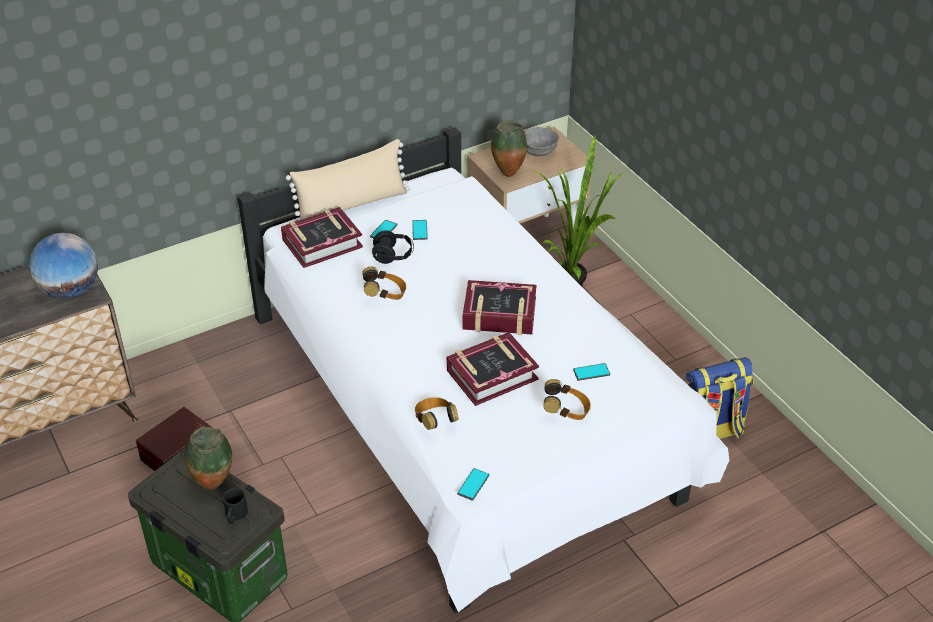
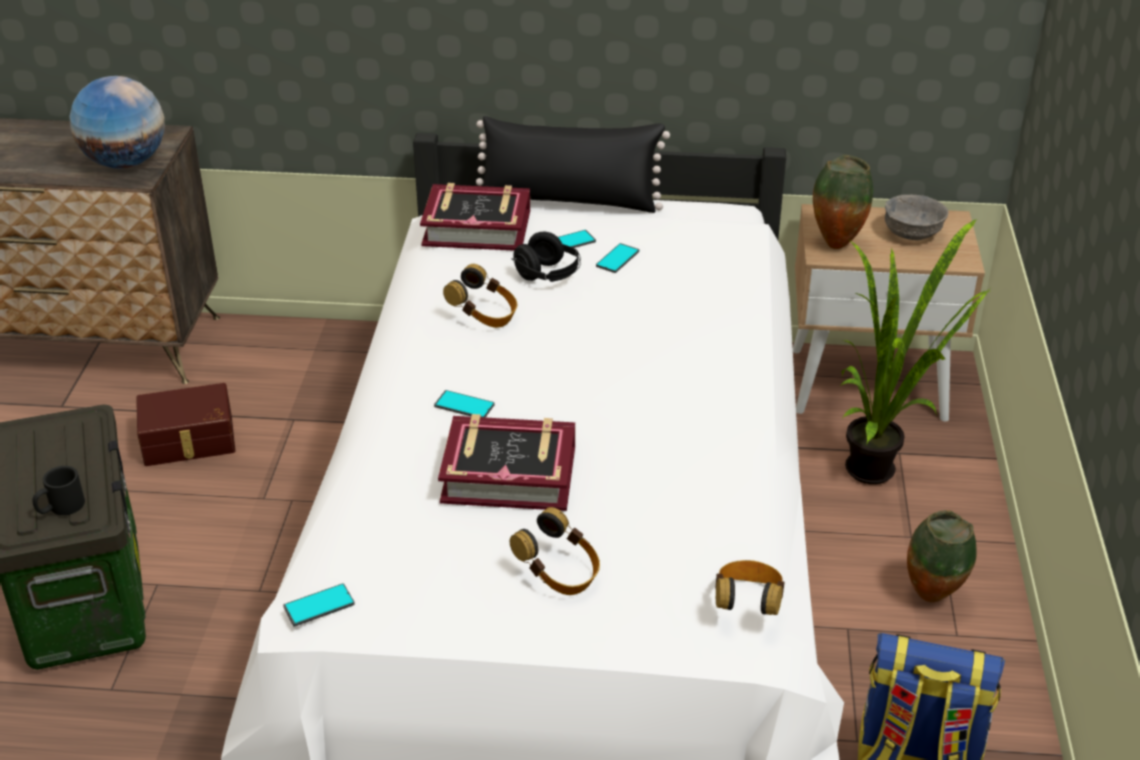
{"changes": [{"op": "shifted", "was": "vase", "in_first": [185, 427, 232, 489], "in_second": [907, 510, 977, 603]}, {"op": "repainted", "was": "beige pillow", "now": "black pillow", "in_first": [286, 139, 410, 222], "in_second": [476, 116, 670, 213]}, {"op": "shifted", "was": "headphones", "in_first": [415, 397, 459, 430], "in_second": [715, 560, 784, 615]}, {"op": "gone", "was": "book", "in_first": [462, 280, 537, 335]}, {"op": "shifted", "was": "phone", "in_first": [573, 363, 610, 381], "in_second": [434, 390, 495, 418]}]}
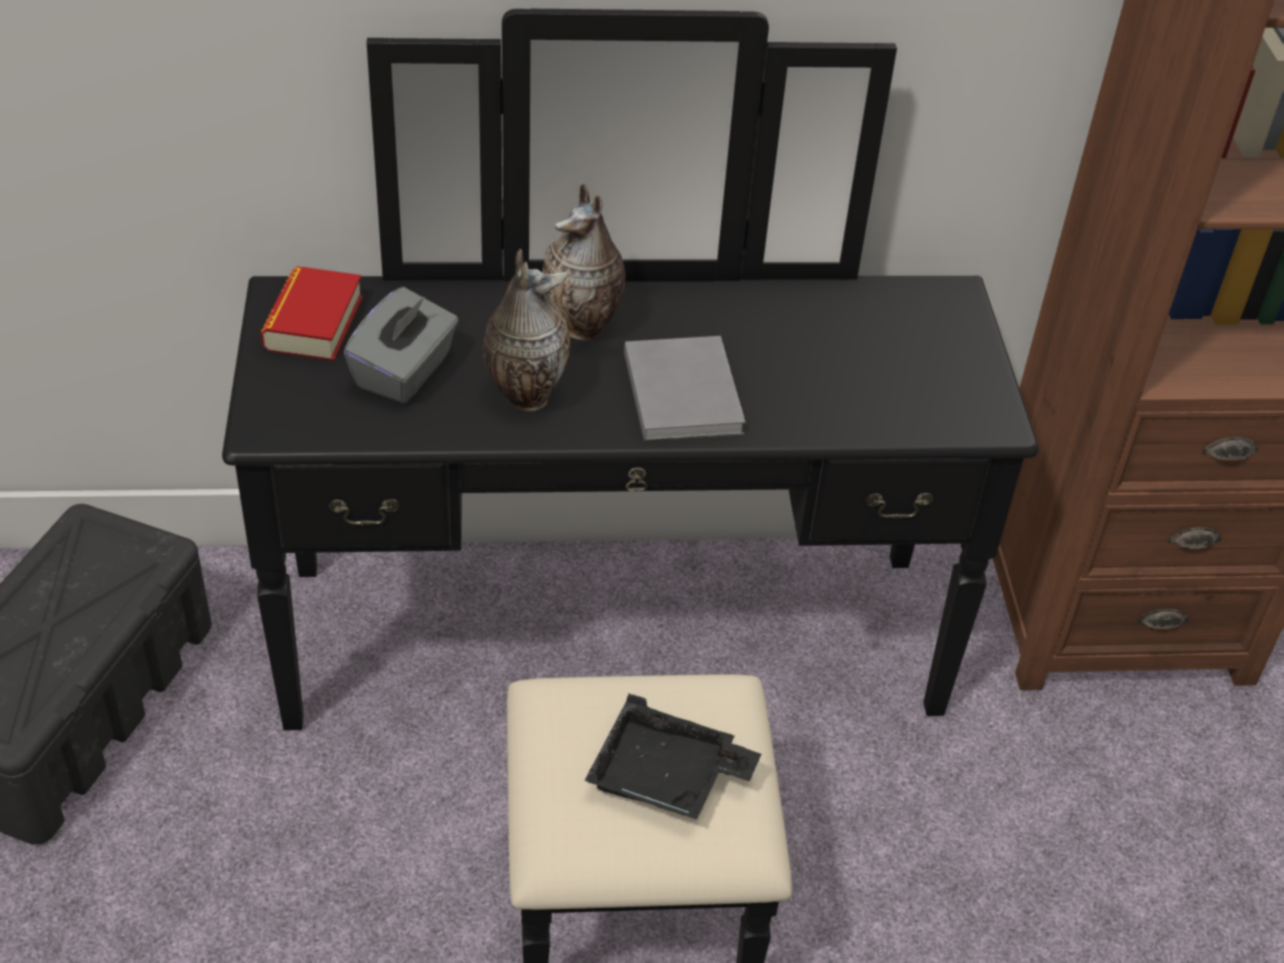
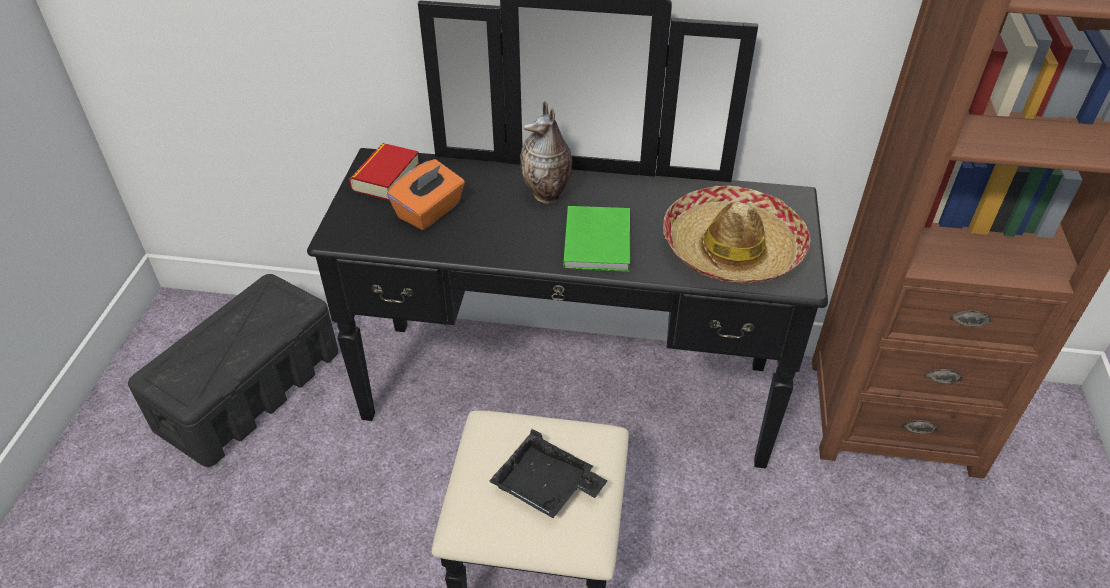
{"changes": [{"op": "repainted", "was": "grey tissue box", "now": "orange tissue box", "in_first": [344, 287, 459, 404], "in_second": [387, 159, 465, 230]}, {"op": "gone", "was": "vase", "in_first": [483, 249, 570, 411]}, {"op": "repainted", "was": "grey book", "now": "green book", "in_first": [624, 336, 746, 442], "in_second": [563, 206, 630, 272]}, {"op": "new", "now": "hat", "in_second": [663, 186, 810, 283]}]}
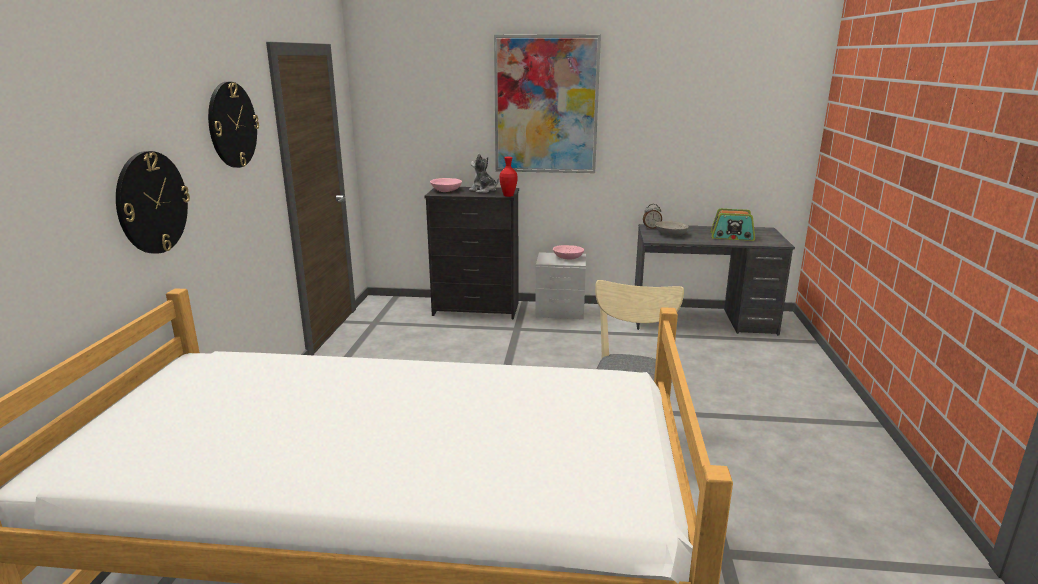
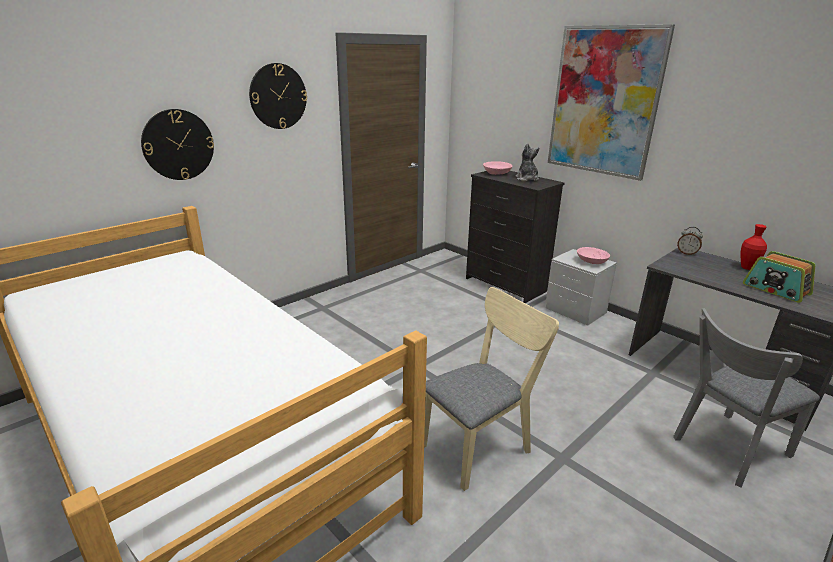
{"changes": [{"op": "shifted", "was": "red vase", "in_first": [499, 157, 518, 197], "in_second": [741, 224, 767, 270]}, {"op": "gone", "was": "grey bowl", "in_first": [655, 221, 689, 236]}, {"op": "new", "now": "grey chair", "in_second": [673, 308, 820, 488]}]}
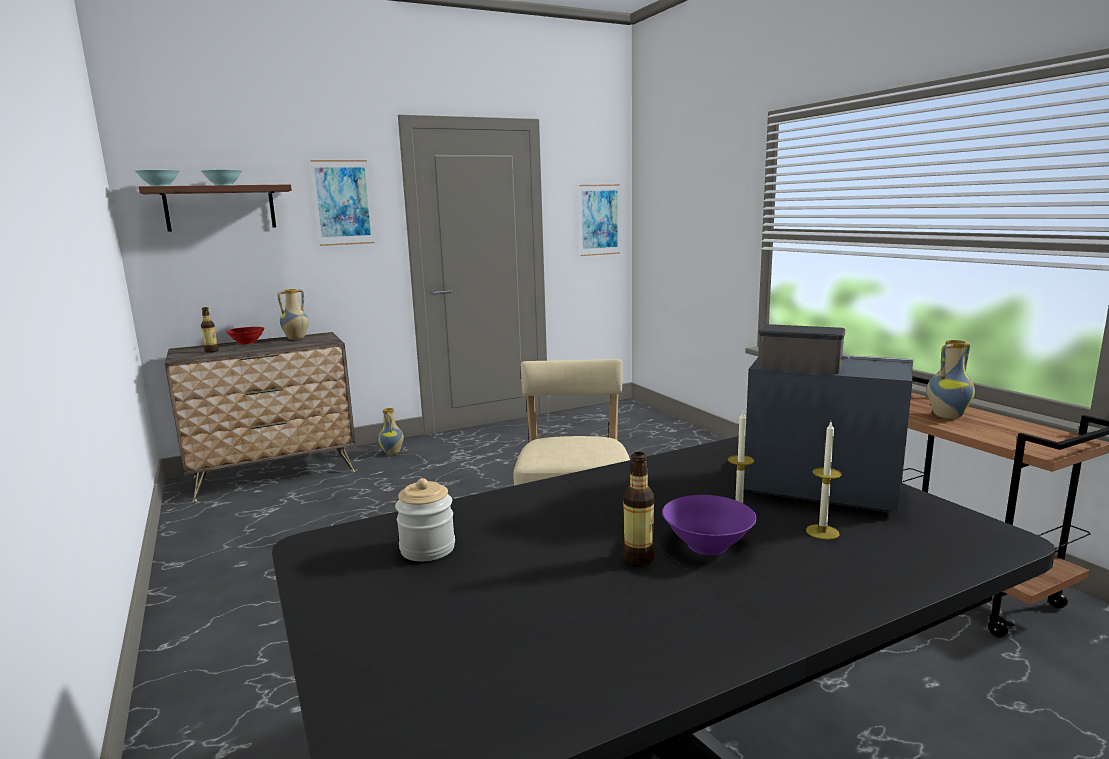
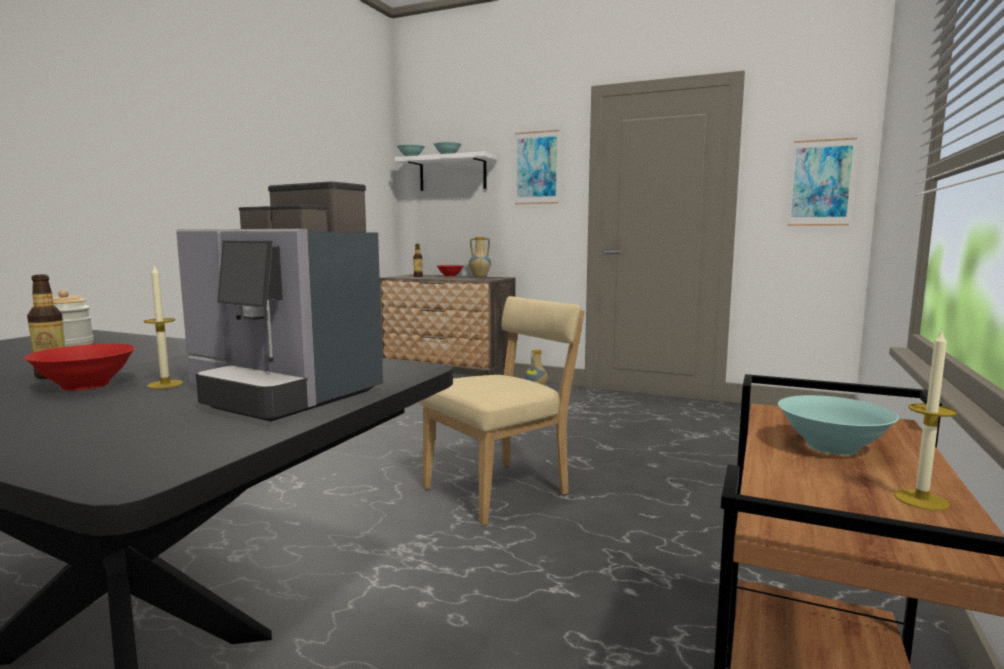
{"changes": [{"op": "repainted", "was": "brown shelf", "now": "white shelf", "in_first": [139, 184, 292, 232], "in_second": [395, 152, 497, 191]}, {"op": "repainted", "was": "purple bowl", "now": "red bowl", "in_first": [662, 495, 757, 555], "in_second": [24, 344, 135, 390]}, {"op": "rotated", "was": "coffee machine", "in_first": [744, 324, 913, 512], "in_second": [176, 182, 383, 422], "clockwise": 135}, {"op": "shifted", "was": "candle", "in_first": [806, 422, 842, 540], "in_second": [894, 331, 957, 510]}, {"op": "swapped", "was": "vase", "now": "turquoise bowl", "in_first": [927, 340, 975, 419], "in_second": [778, 395, 899, 455]}]}
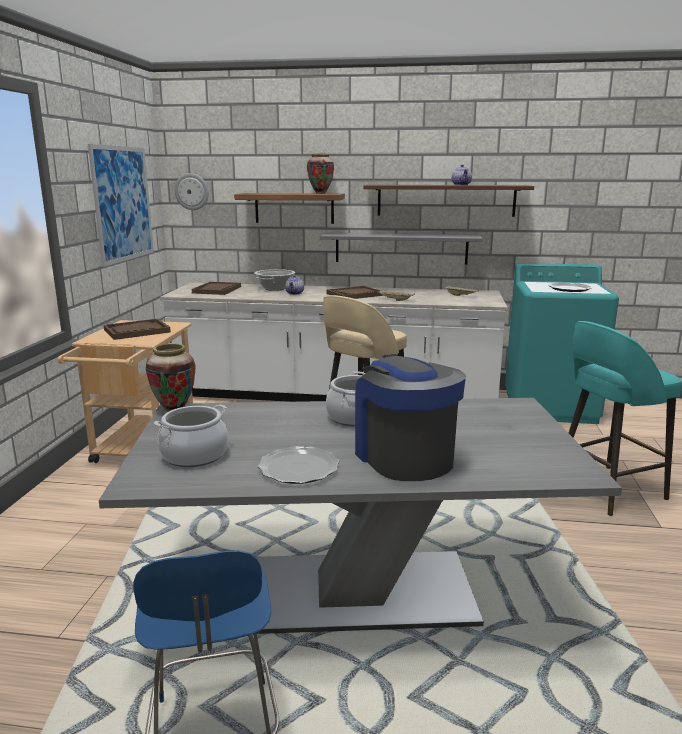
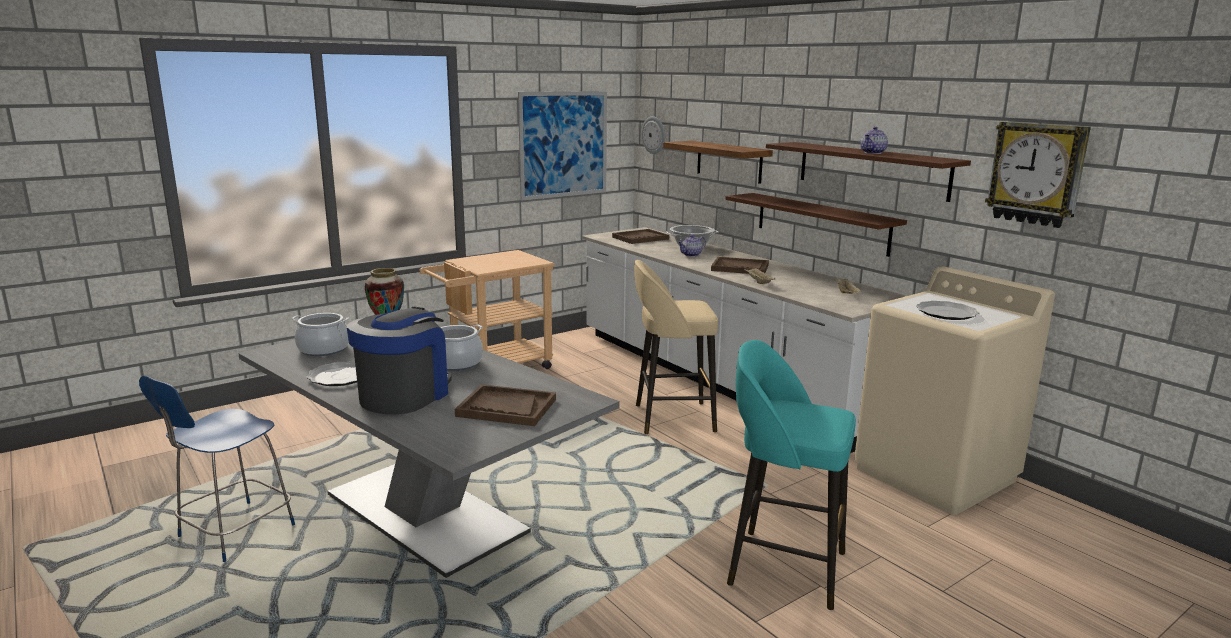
{"changes": [{"op": "shifted", "was": "brown tray", "in_first": [104, 319, 171, 340], "in_second": [455, 384, 556, 426]}, {"op": "gone", "was": "vase", "in_first": [307, 154, 334, 194]}, {"op": "repainted", "was": "grey shelf", "now": "brown shelf", "in_first": [320, 233, 483, 265], "in_second": [725, 193, 907, 257]}, {"op": "repainted", "was": "turquoise washing machine", "now": "beige washing machine", "in_first": [505, 263, 619, 424], "in_second": [854, 267, 1055, 515]}, {"op": "new", "now": "wall clock", "in_second": [985, 122, 1091, 228]}]}
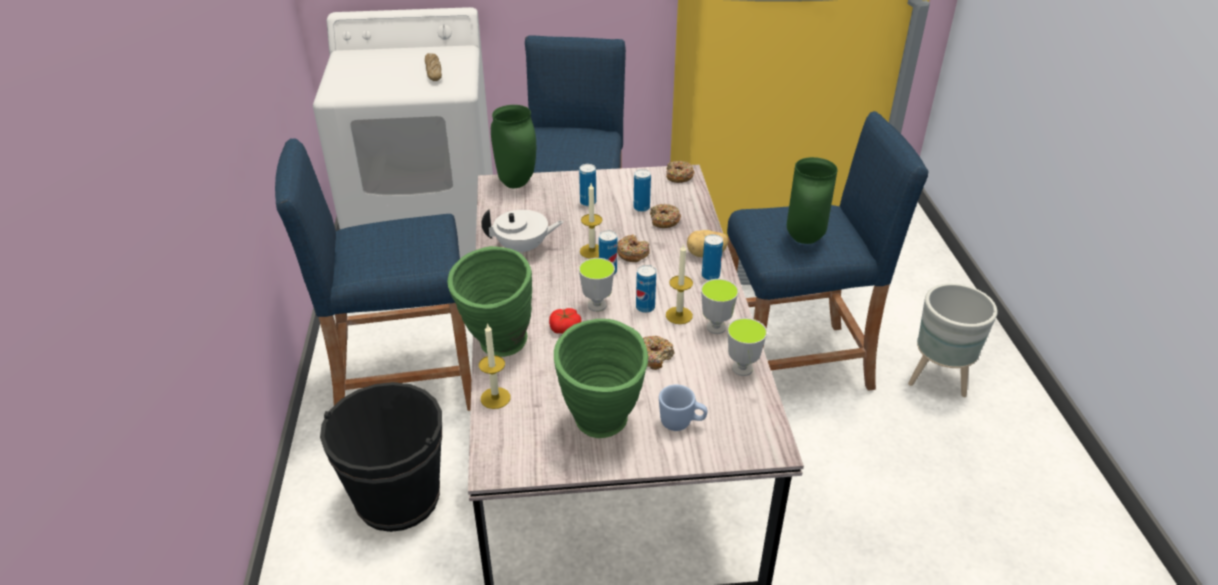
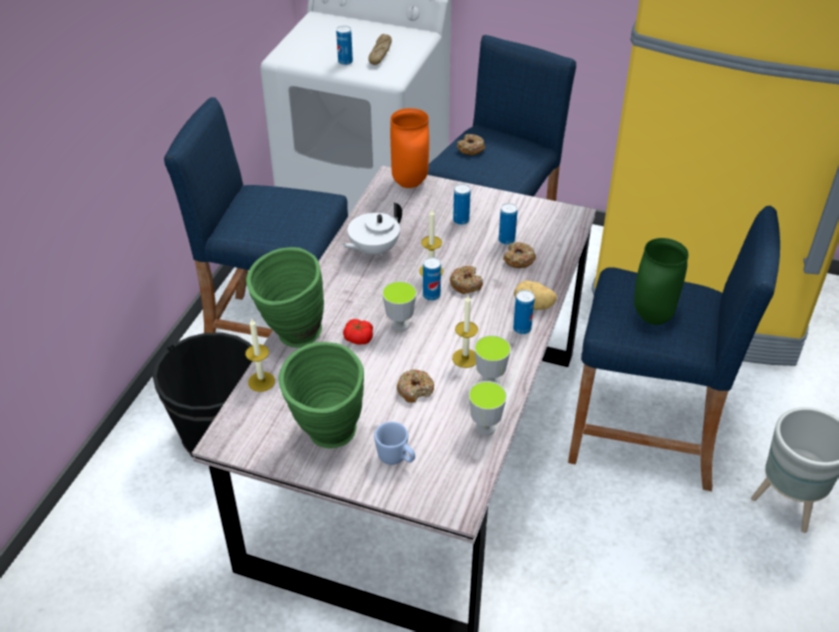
{"changes": [{"op": "rotated", "was": "white teapot", "in_first": [482, 209, 564, 255], "in_second": [341, 202, 402, 256], "clockwise": 120}, {"op": "repainted", "was": "green vase", "now": "orange vase", "in_first": [491, 105, 536, 188], "in_second": [390, 108, 429, 188]}, {"op": "shifted", "was": "can", "in_first": [636, 265, 656, 313], "in_second": [336, 26, 353, 65]}, {"op": "shifted", "was": "donut", "in_first": [666, 161, 695, 183], "in_second": [457, 134, 485, 155]}]}
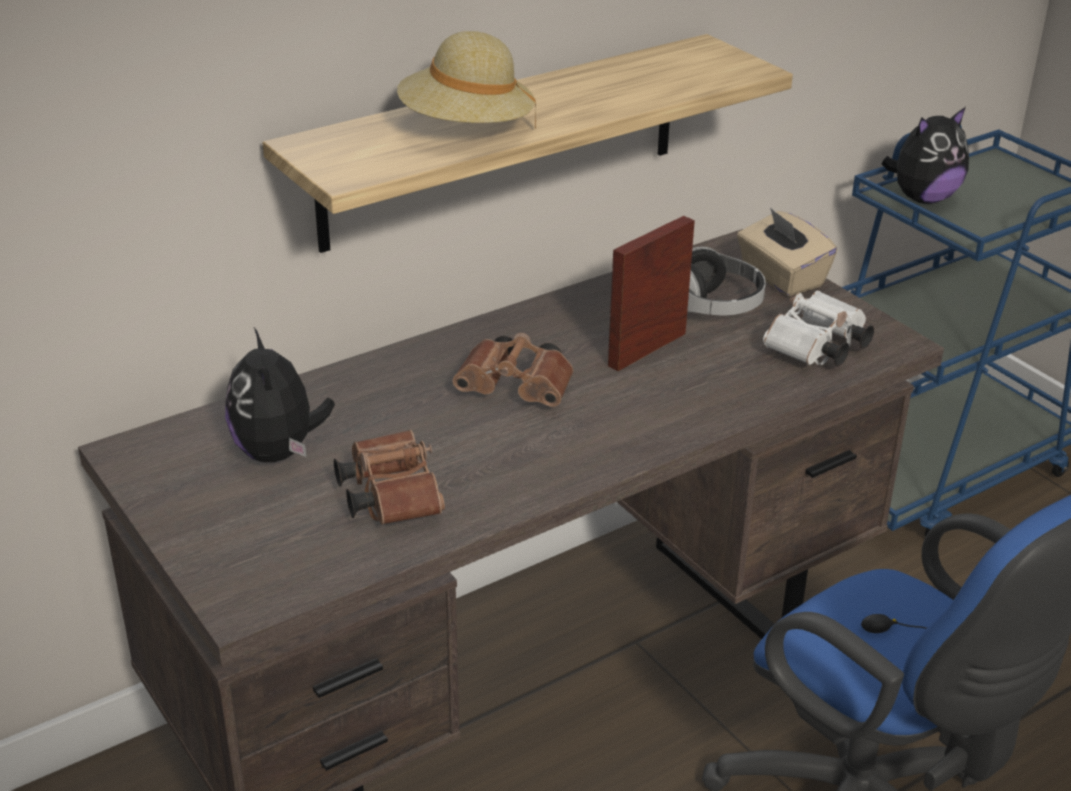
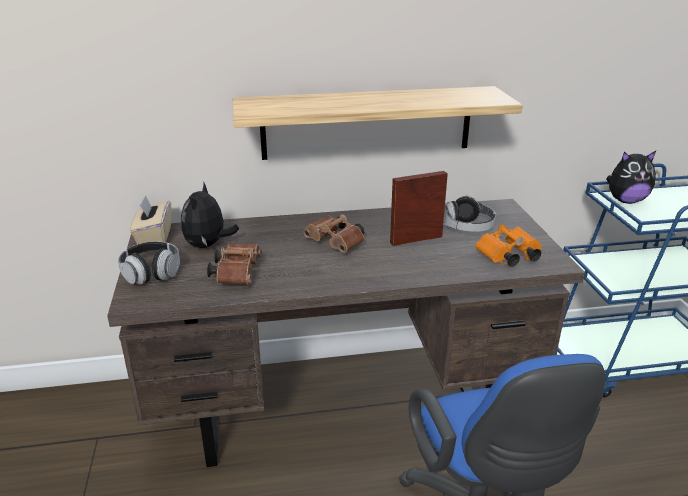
{"changes": [{"op": "gone", "was": "beige hat", "in_first": [397, 31, 536, 129]}, {"op": "shifted", "was": "beige tissue box", "in_first": [737, 208, 837, 296], "in_second": [130, 195, 172, 244]}, {"op": "repainted", "was": "white binoculars", "now": "orange binoculars", "in_first": [763, 291, 874, 366], "in_second": [475, 224, 542, 267]}, {"op": "new", "now": "headphones", "in_second": [118, 241, 180, 285]}]}
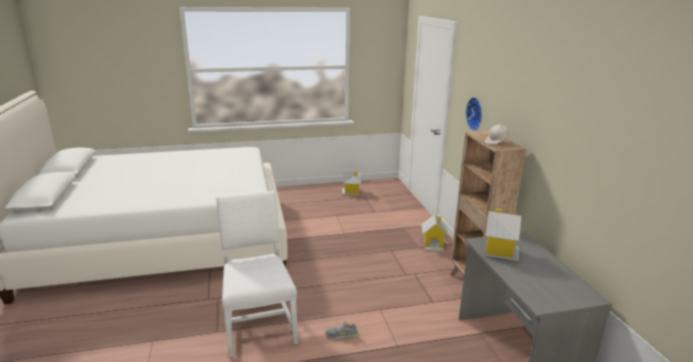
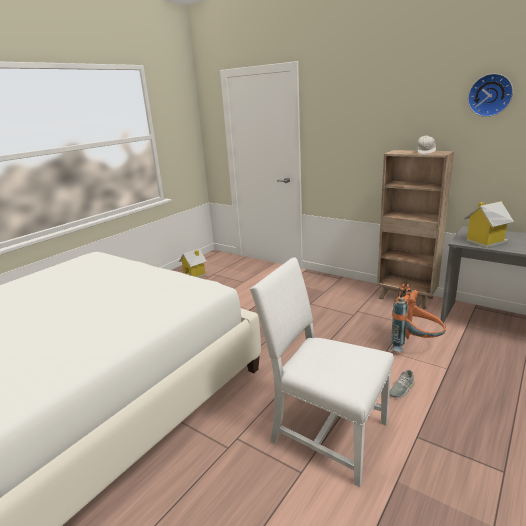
{"changes": [{"op": "gone", "was": "toy house", "in_first": [422, 214, 448, 251]}, {"op": "shifted", "was": "wall clock", "in_first": [466, 97, 482, 131], "in_second": [468, 73, 513, 117]}, {"op": "new", "now": "orange backpack", "in_second": [391, 281, 446, 352]}]}
